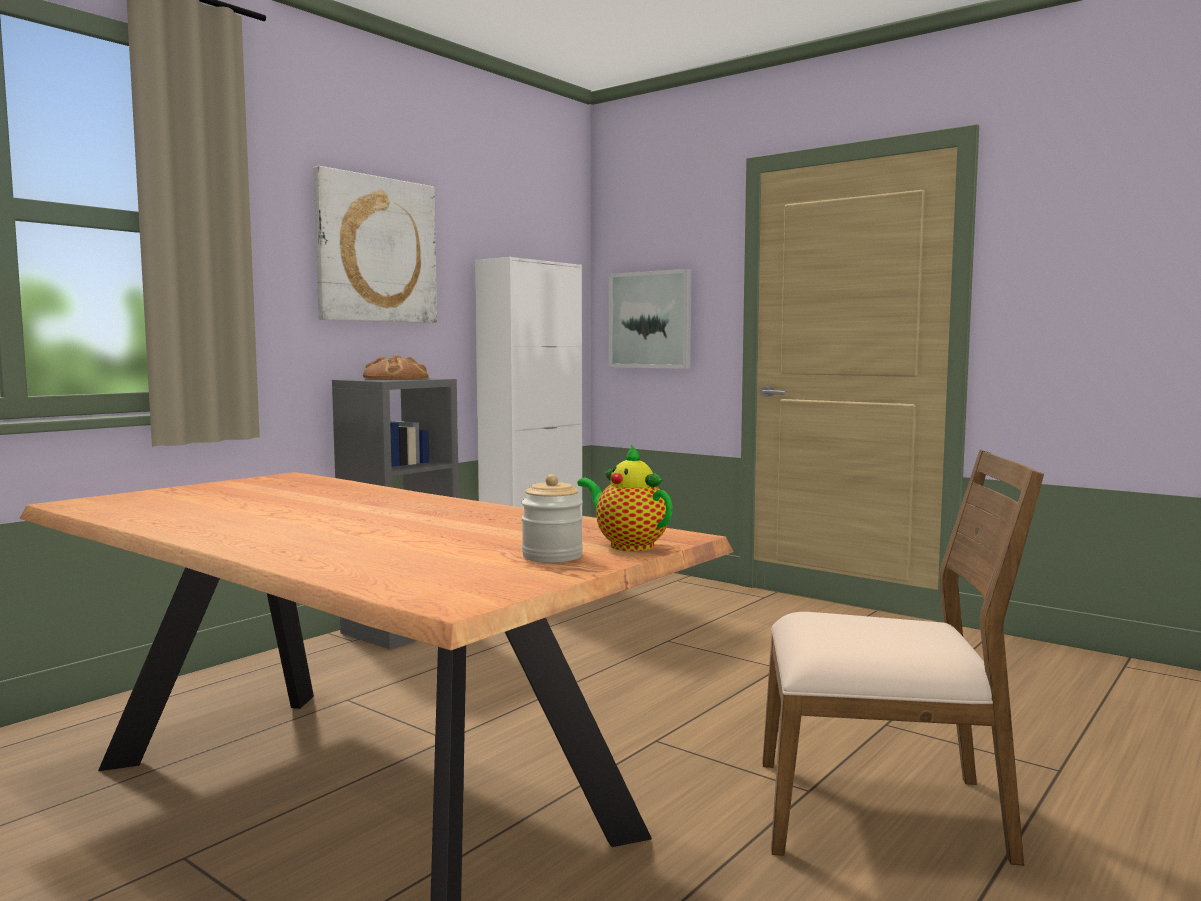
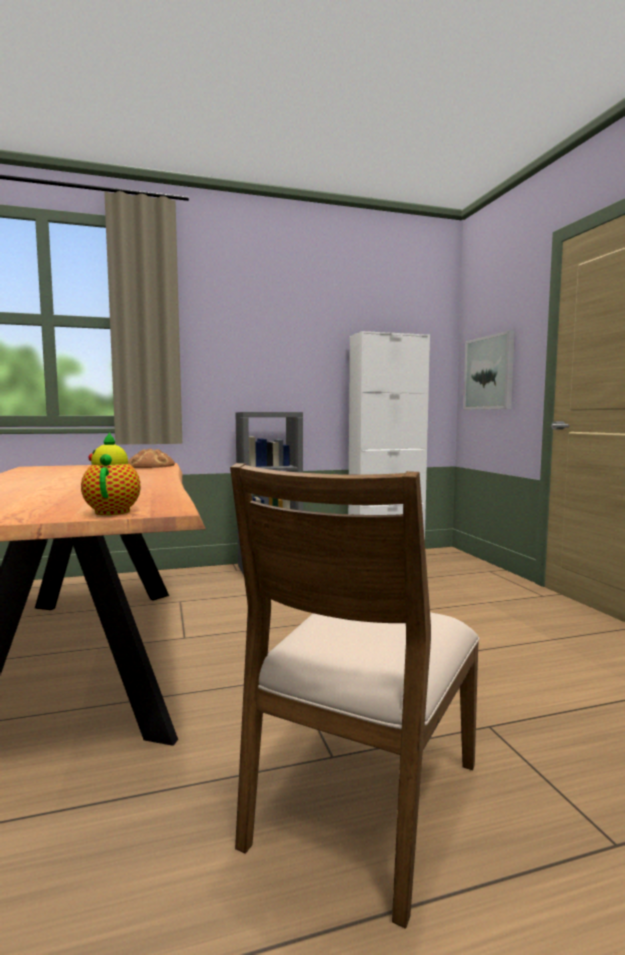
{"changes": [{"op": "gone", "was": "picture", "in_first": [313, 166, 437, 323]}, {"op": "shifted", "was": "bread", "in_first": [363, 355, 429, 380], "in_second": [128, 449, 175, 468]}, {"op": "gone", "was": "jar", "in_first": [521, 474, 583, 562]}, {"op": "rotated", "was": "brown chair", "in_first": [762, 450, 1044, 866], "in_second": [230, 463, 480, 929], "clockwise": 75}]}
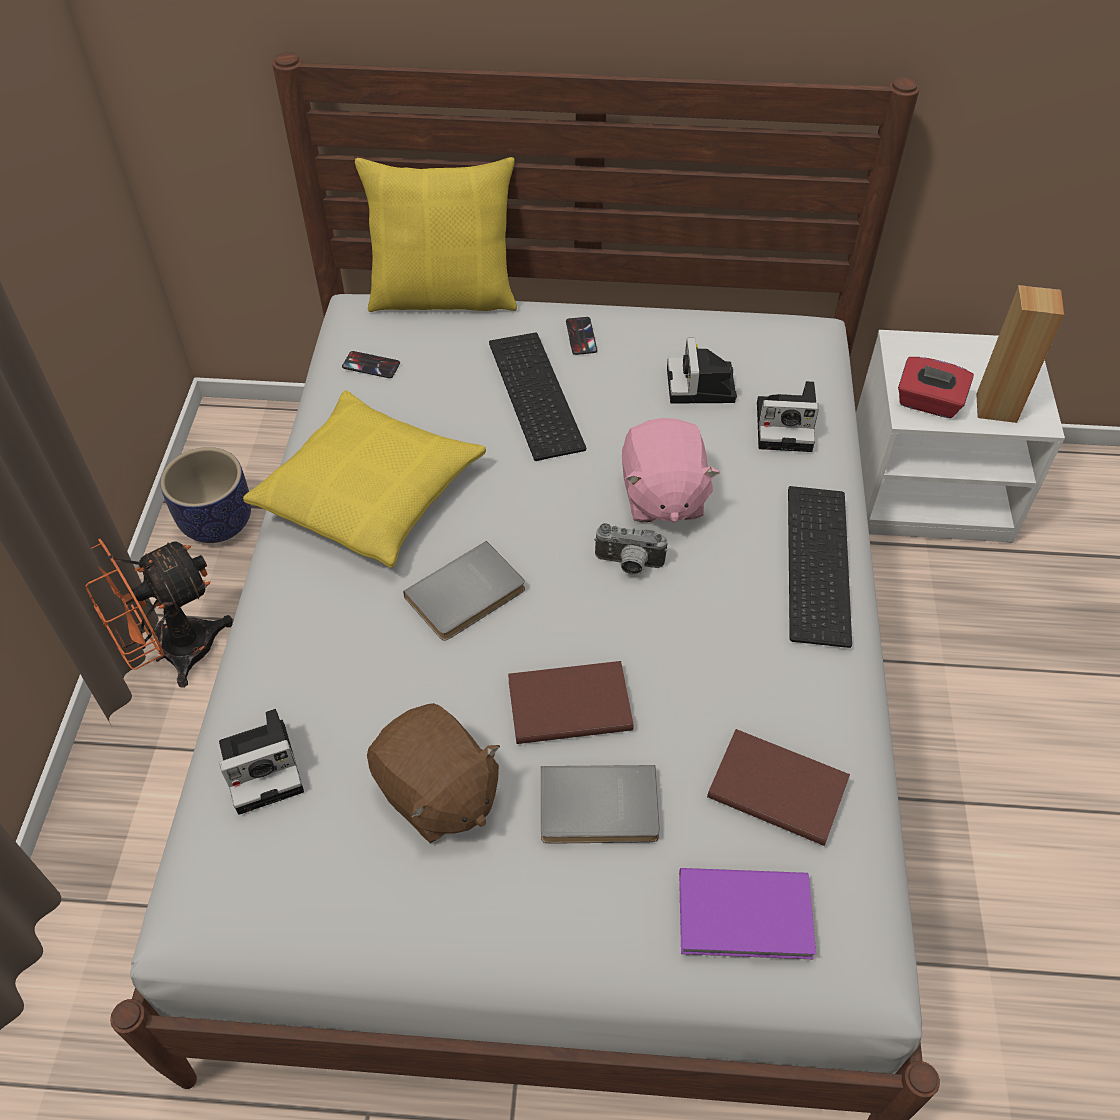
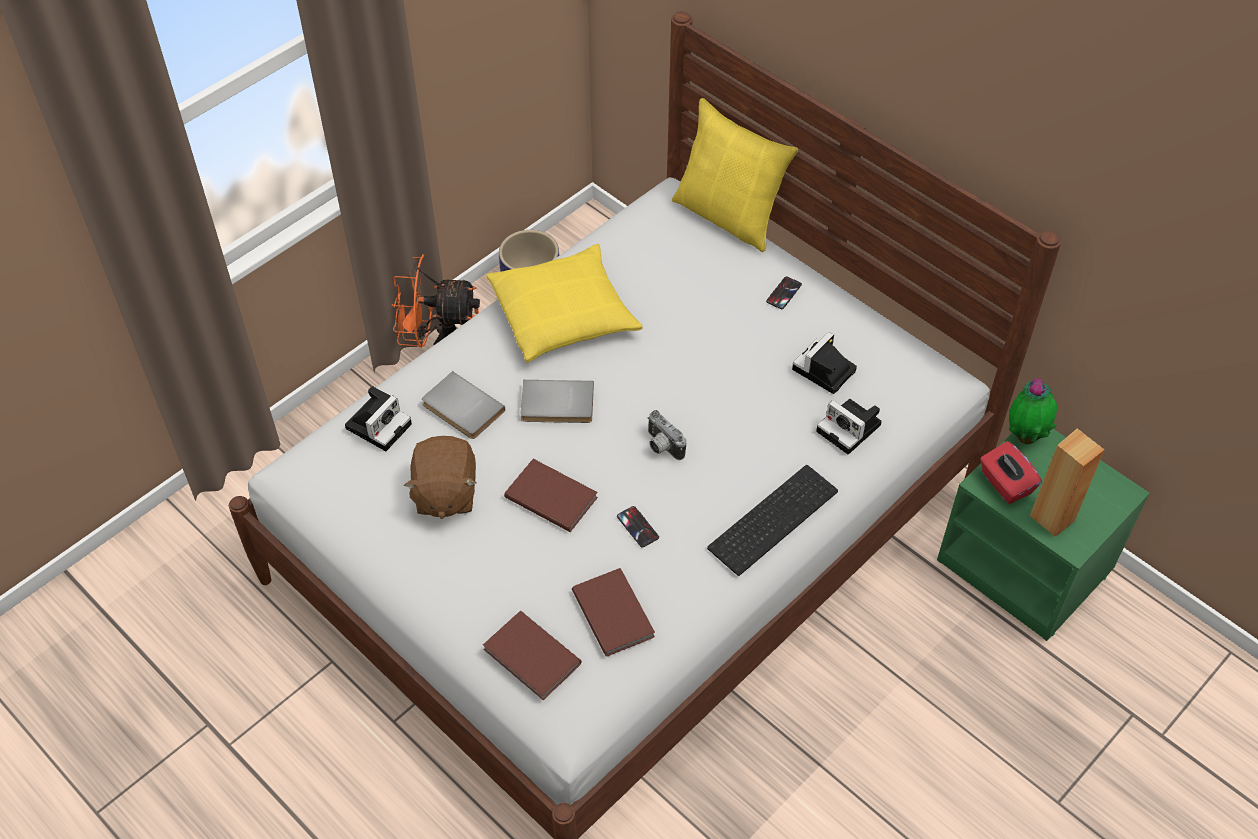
{"changes": [{"op": "rotated", "was": "photo camera", "in_first": [219, 709, 304, 815], "in_second": [345, 386, 412, 451], "clockwise": -75}, {"op": "shifted", "was": "phone", "in_first": [342, 351, 400, 378], "in_second": [617, 506, 659, 548]}, {"op": "gone", "was": "keyboard", "in_first": [489, 333, 586, 461]}, {"op": "shifted", "was": "grey book", "in_first": [541, 765, 660, 844], "in_second": [422, 371, 505, 439]}, {"op": "gone", "was": "pink plush toy", "in_first": [622, 418, 720, 523]}, {"op": "repainted", "was": "purple book", "now": "brown book", "in_first": [679, 868, 816, 960], "in_second": [483, 611, 582, 700]}, {"op": "repainted", "was": "white nightstand", "now": "green nightstand", "in_first": [856, 330, 1065, 543], "in_second": [937, 429, 1150, 641]}, {"op": "new", "now": "potted plant", "in_second": [1009, 378, 1057, 444]}]}
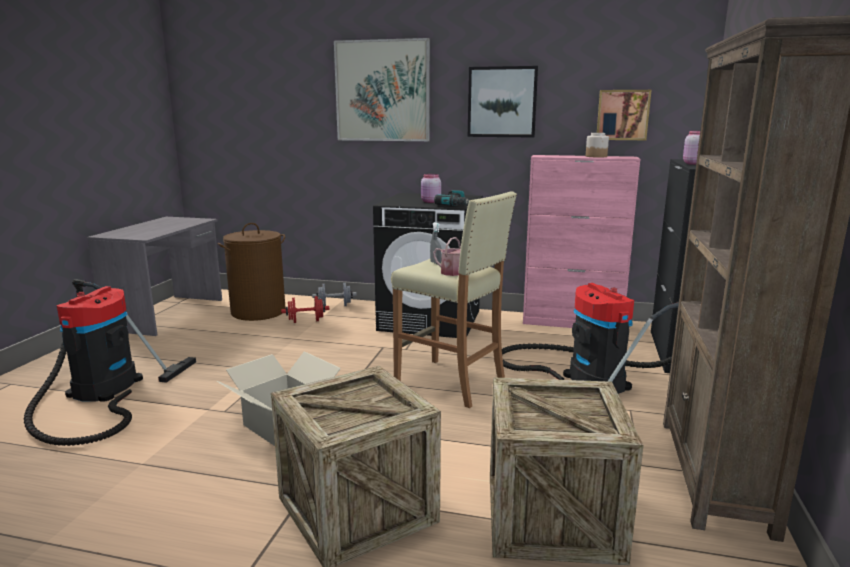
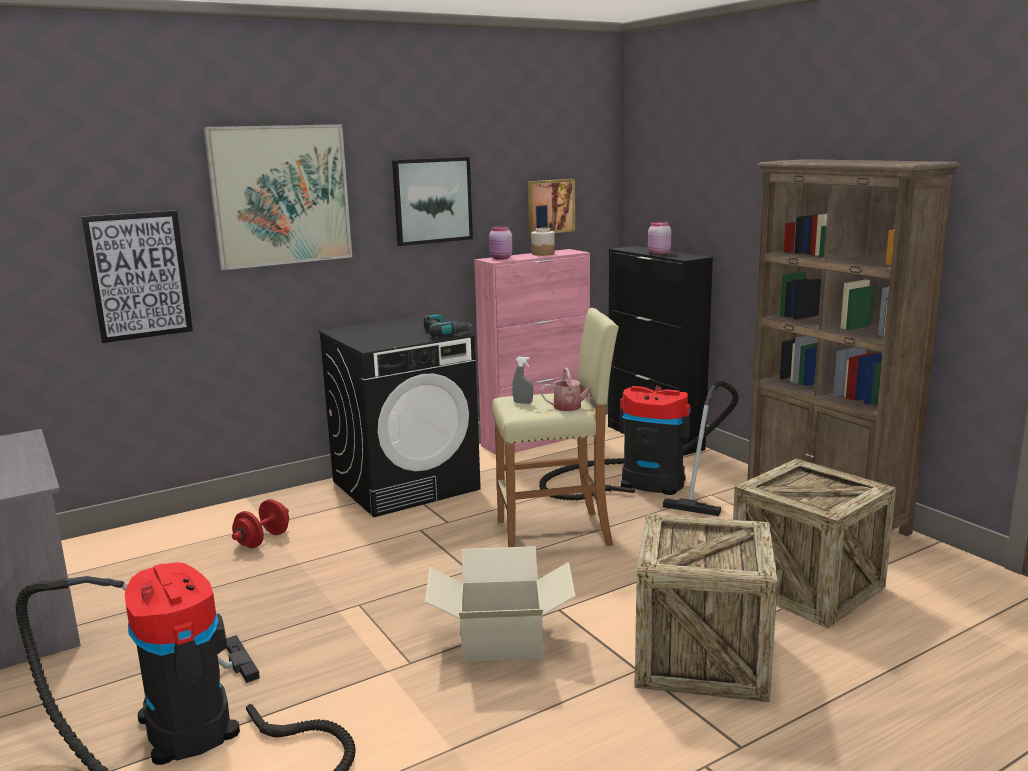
{"changes": [{"op": "gone", "was": "brown laundry basket", "in_first": [218, 223, 286, 321]}, {"op": "gone", "was": "grey dumbbell", "in_first": [312, 283, 357, 306]}, {"op": "shifted", "was": "pink jar", "in_first": [421, 174, 441, 203], "in_second": [489, 226, 513, 259]}, {"op": "new", "now": "picture", "in_second": [81, 210, 193, 343]}]}
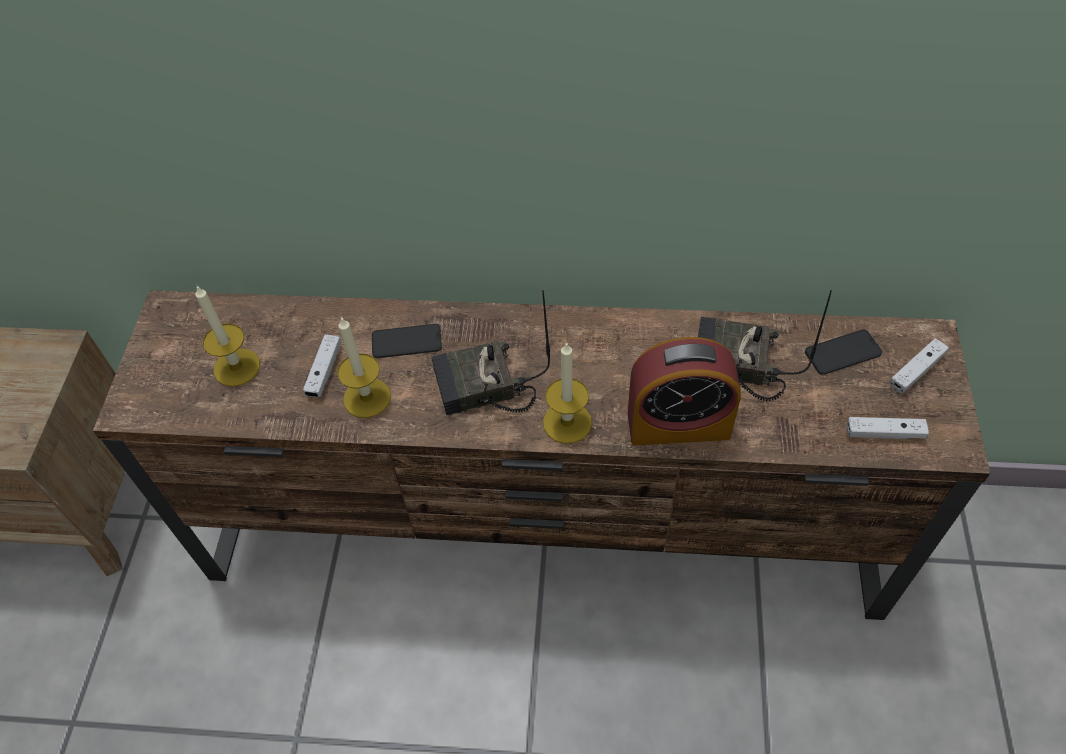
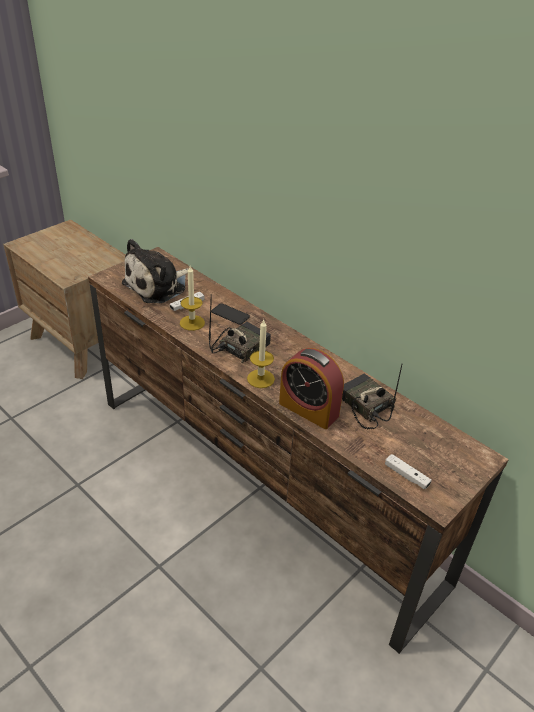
{"changes": [{"op": "swapped", "was": "candle", "now": "plush toy", "in_first": [195, 286, 260, 387], "in_second": [122, 239, 188, 303]}, {"op": "rotated", "was": "radio", "in_first": [432, 290, 550, 415], "in_second": [209, 294, 271, 363], "clockwise": 105}, {"op": "gone", "was": "phone", "in_first": [805, 329, 882, 375]}, {"op": "gone", "was": "white game controller", "in_first": [890, 338, 949, 393]}]}
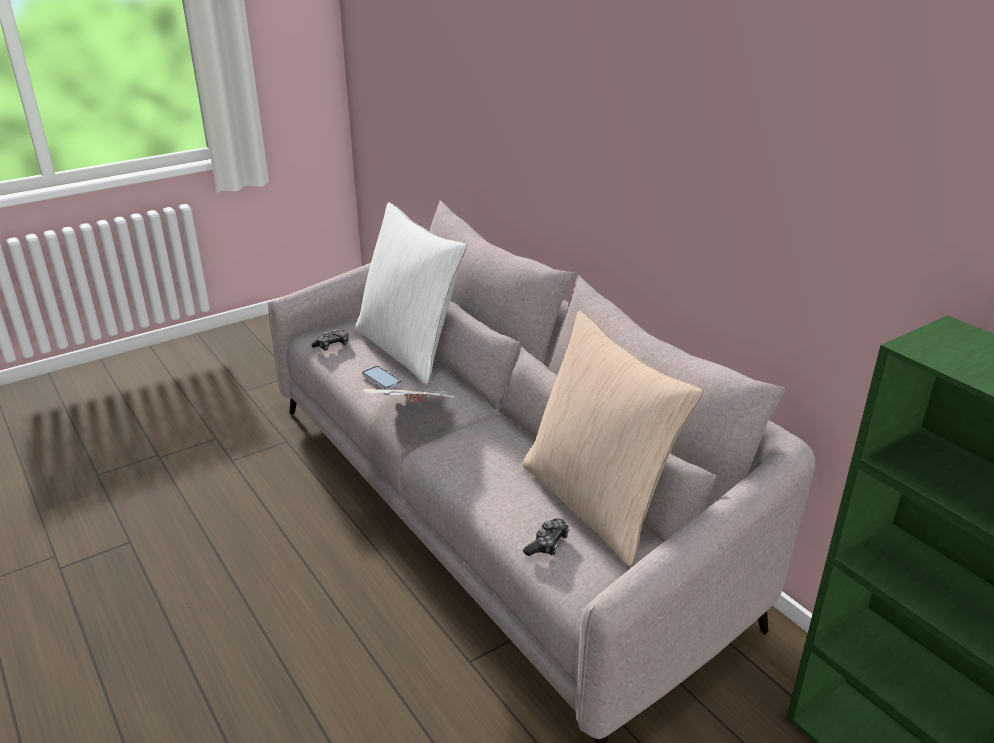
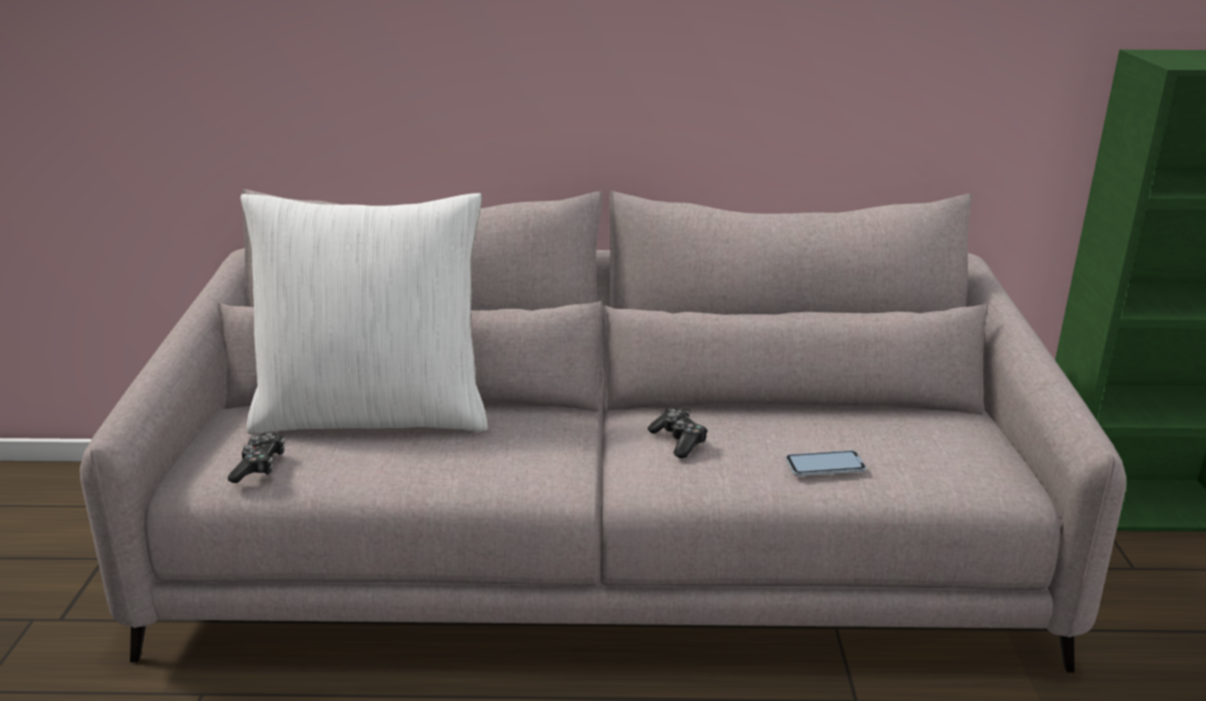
{"changes": [{"op": "shifted", "was": "phone", "in_first": [362, 366, 402, 390], "in_second": [786, 450, 866, 476]}, {"op": "gone", "was": "newspaper", "in_first": [363, 389, 458, 403]}, {"op": "gone", "was": "beige pillow", "in_first": [523, 310, 703, 567]}, {"op": "shifted", "was": "game controller", "in_first": [523, 518, 570, 556], "in_second": [648, 408, 708, 458]}]}
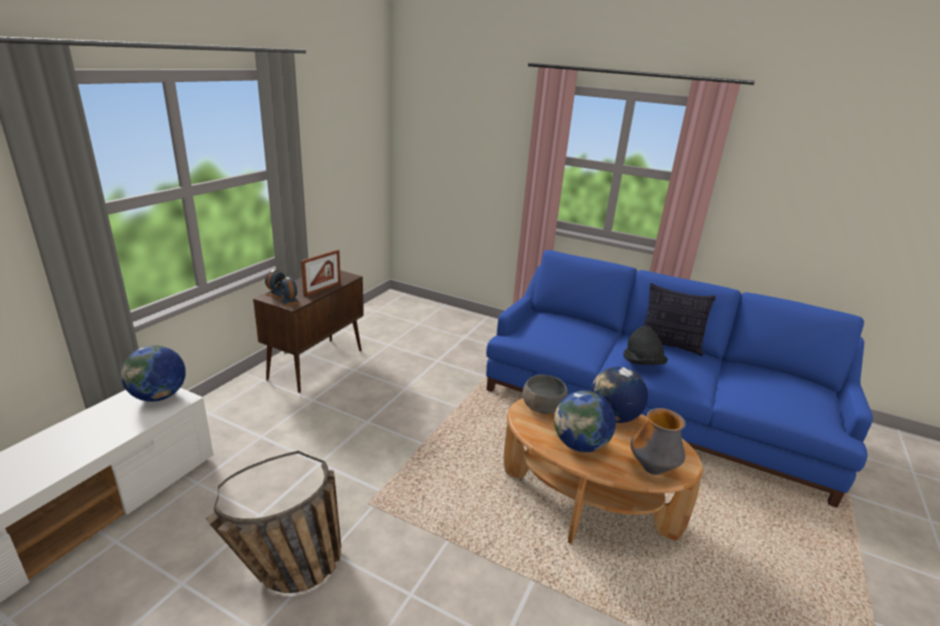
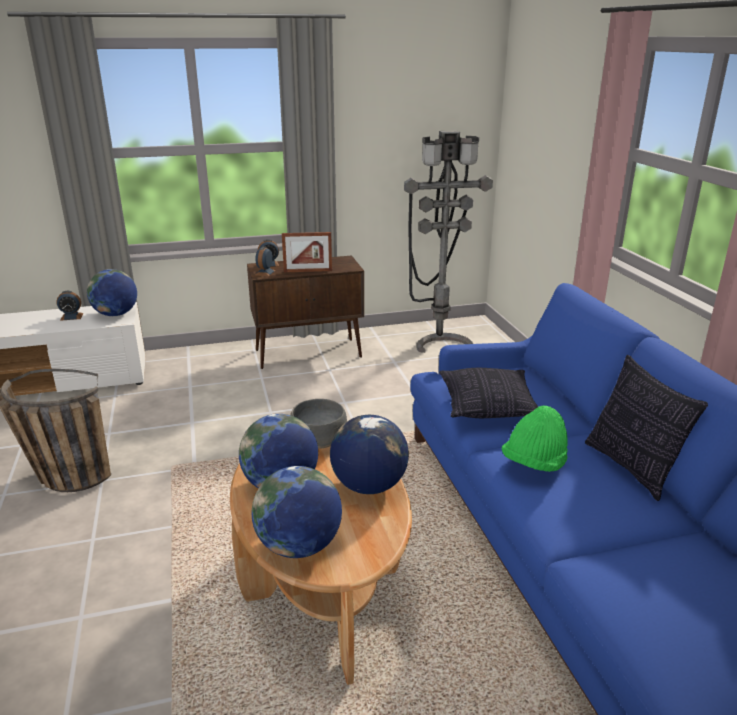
{"changes": [{"op": "repainted", "was": "black hat", "now": "green hat", "in_first": [624, 326, 668, 365], "in_second": [502, 405, 568, 472]}, {"op": "swapped", "was": "vase", "now": "globe", "in_first": [630, 408, 686, 475], "in_second": [252, 466, 342, 558]}, {"op": "new", "now": "alarm clock", "in_second": [56, 291, 83, 321]}, {"op": "new", "now": "grey floor lamp", "in_second": [404, 131, 493, 353]}, {"op": "new", "now": "pillow", "in_second": [439, 368, 538, 418]}]}
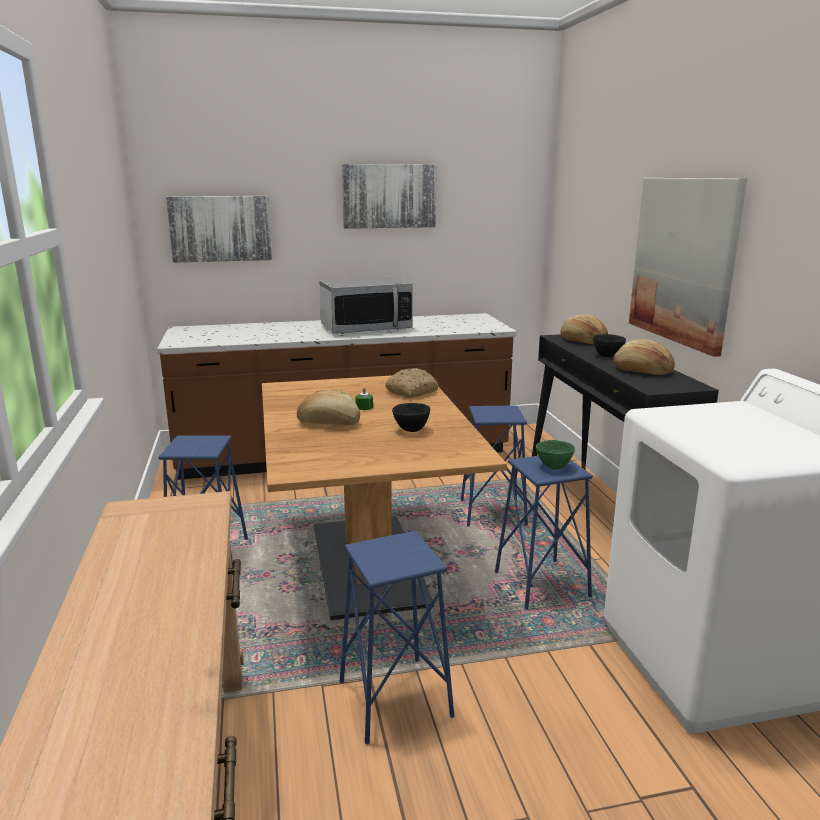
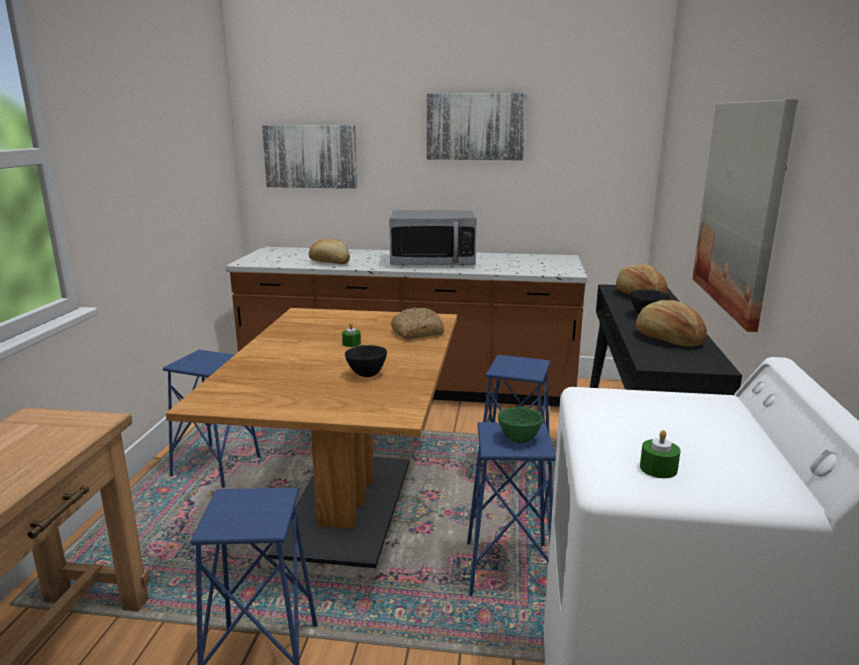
{"changes": [{"op": "shifted", "was": "bread", "in_first": [297, 390, 360, 425], "in_second": [309, 238, 350, 264]}, {"op": "new", "now": "green candle", "in_second": [640, 430, 680, 478]}]}
